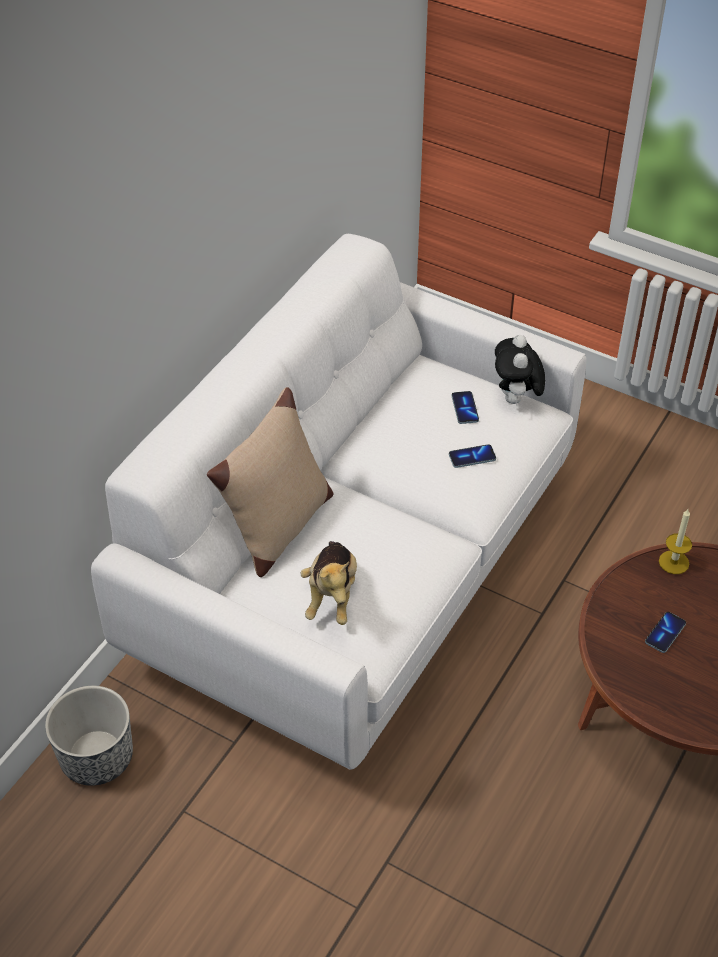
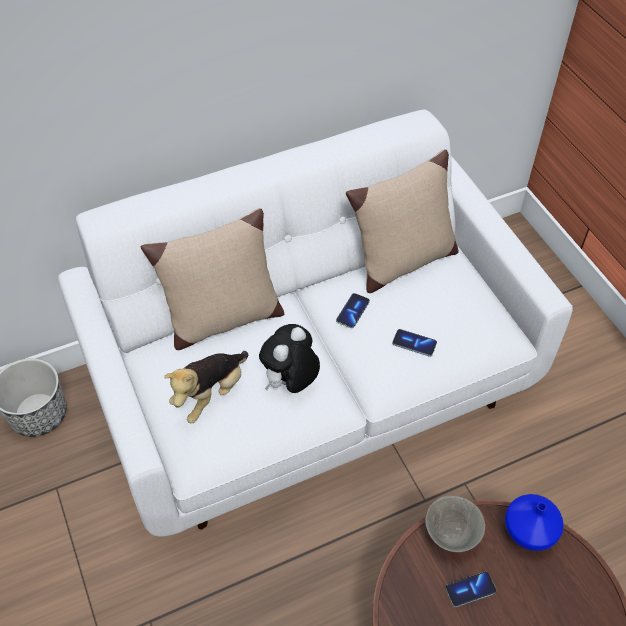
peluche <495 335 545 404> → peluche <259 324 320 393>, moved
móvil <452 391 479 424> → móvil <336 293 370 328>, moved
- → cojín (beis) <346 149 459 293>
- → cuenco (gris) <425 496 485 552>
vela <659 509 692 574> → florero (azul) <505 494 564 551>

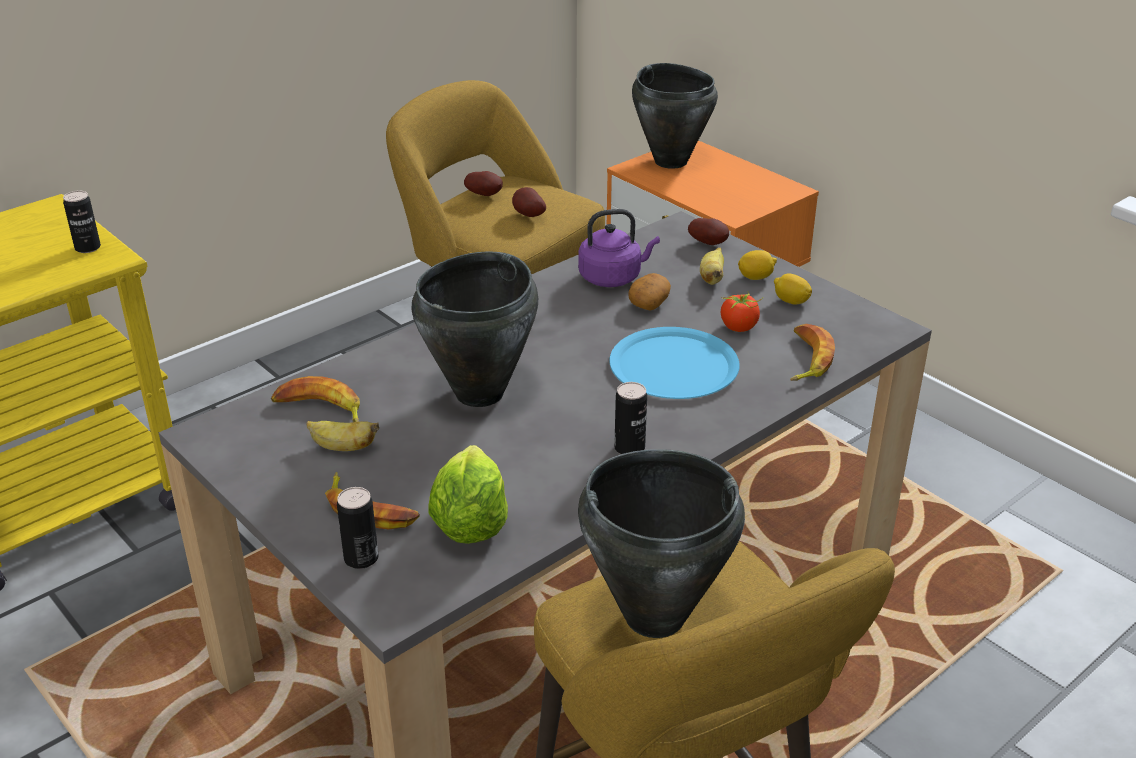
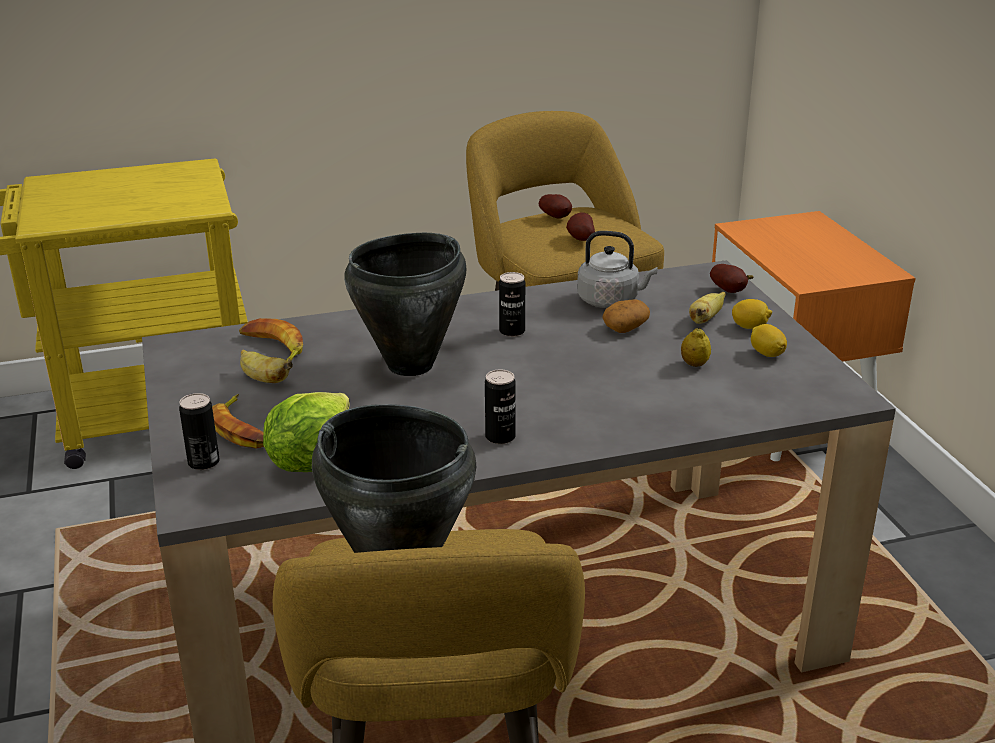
lata <63 191 101 253> → lata <499 272 525 337>, moved
hervidor (morado) <578 209 660 287> → hervidor (gris) <577 231 657 308>
tomate <721 291 763 332> → limón <681 328 711 367>
plato (azul) <609 327 740 399> → -
olla (negro) <632 63 718 169> → -
plátano <790 324 835 381> → -

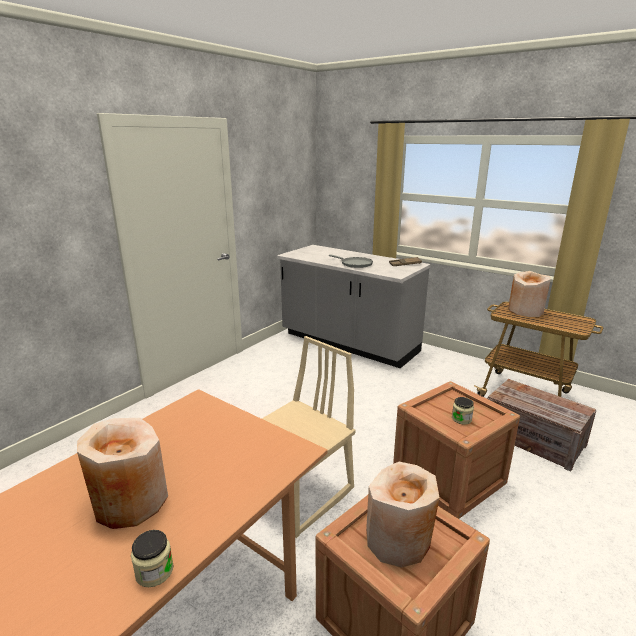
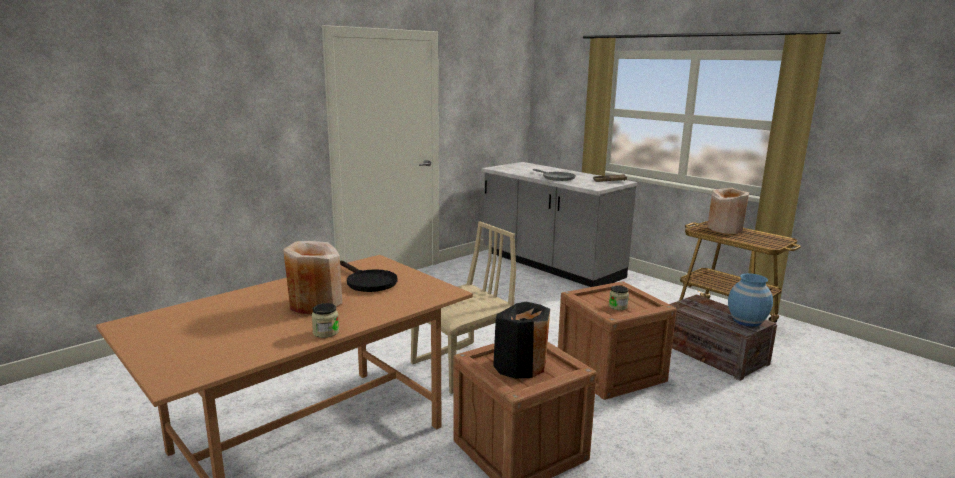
- → sartén (negro) <340 261 398 292>
florero (beis) <366 462 440 568> → florero (negro) <493 302 550 379>
- → florero (azul) <728 273 773 327>

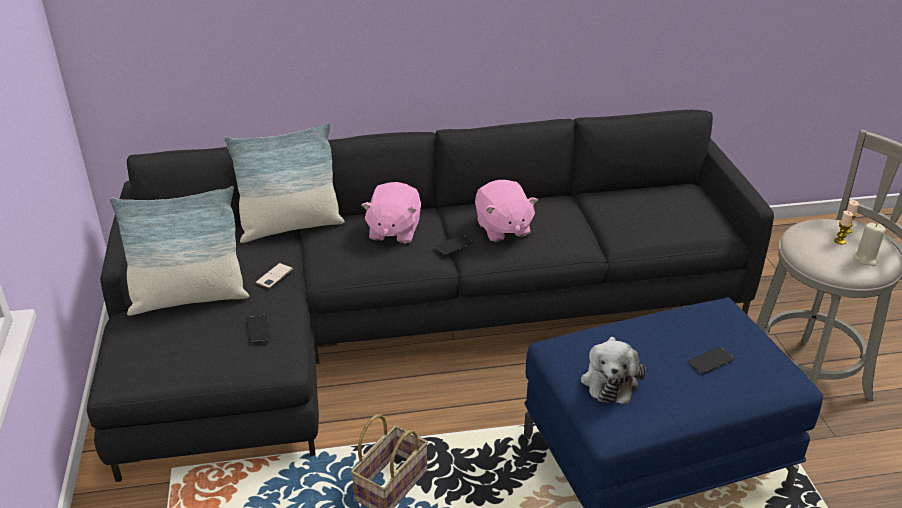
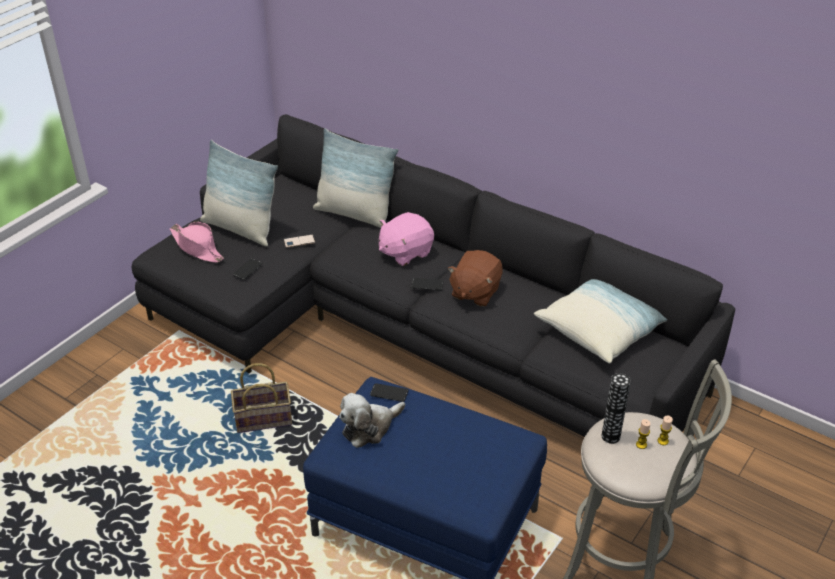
- → sombrero (rosa) <170 222 224 263>
móvil <688 347 735 374> → móvil <370 383 408 402>, moved
peluche (rosa) <475 180 538 242> → peluche (marrón) <448 250 503 307>
- → cojín <534 279 667 363>
- → florero <602 373 631 444>
vela (beis) <854 223 886 266> → -

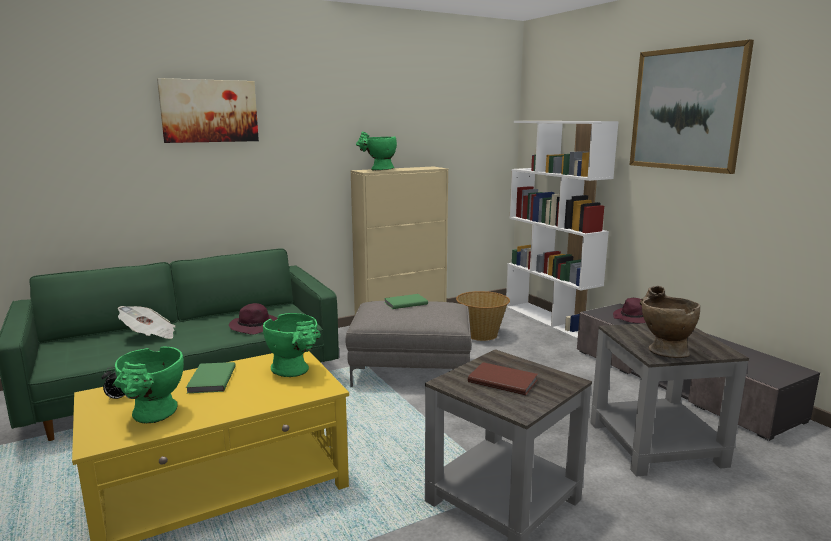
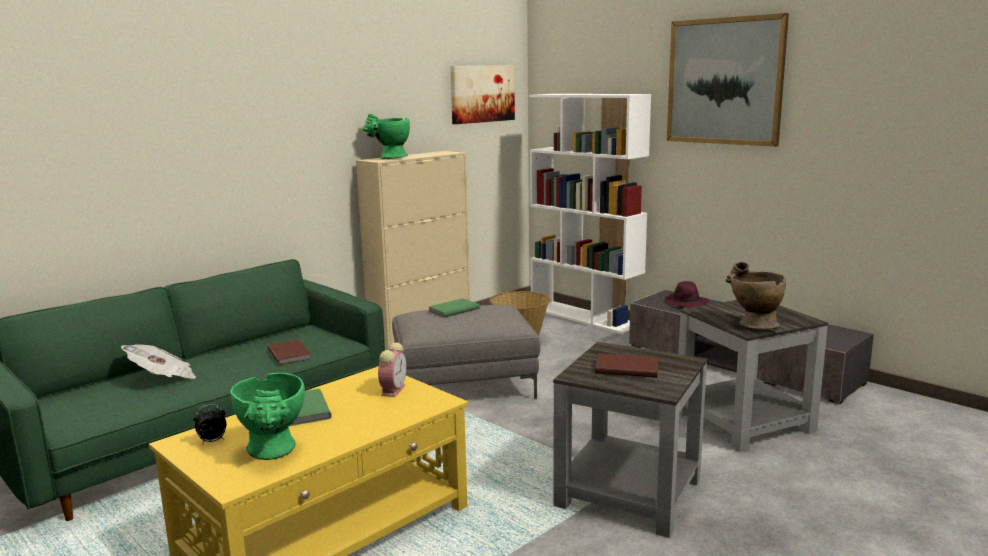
sombrero (morado) <229 303 278 335> → libro (marrón) <268 339 311 365>
florero (verde) <263 313 321 377> → despertador <378 343 406 397>
cuadro <157 78 259 143> → cuadro <450 66 515 124>, moved

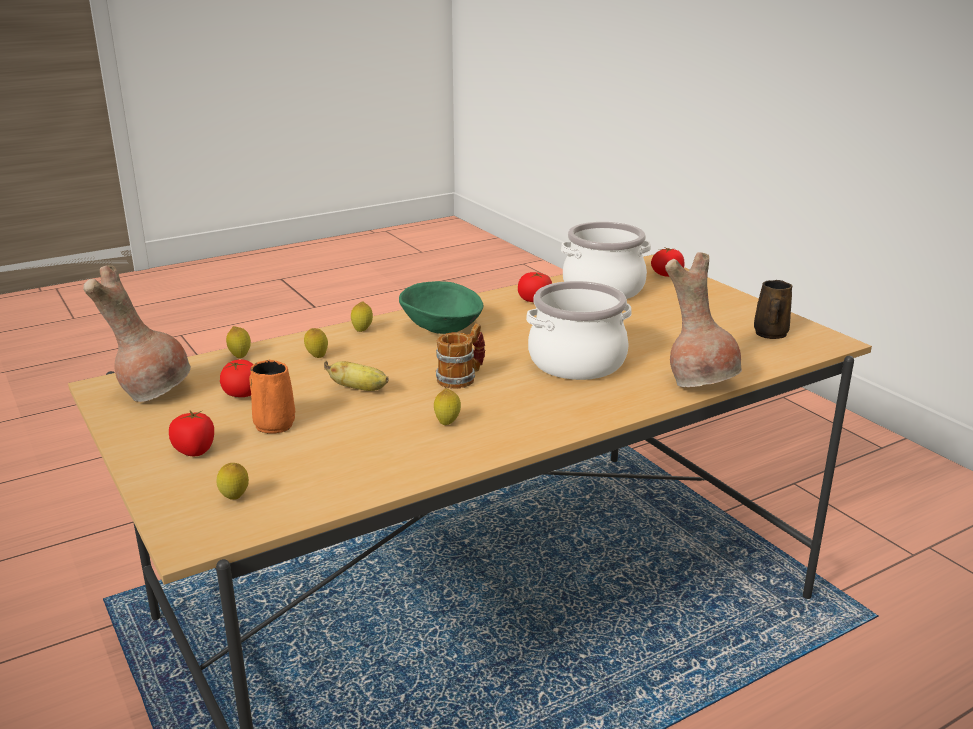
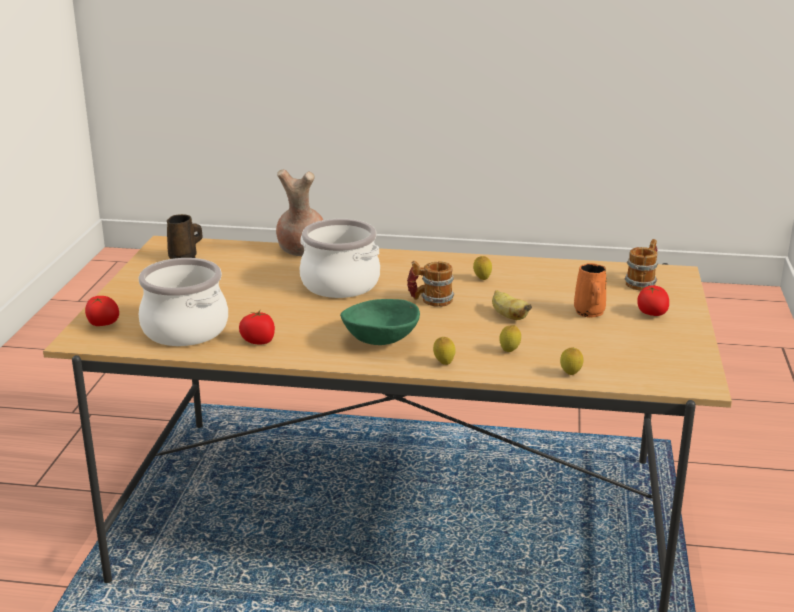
limón <217 463 249 500> → taza grande <625 239 658 291>
florero (marrón) <83 265 191 402> → -
tomate <220 359 254 397> → -

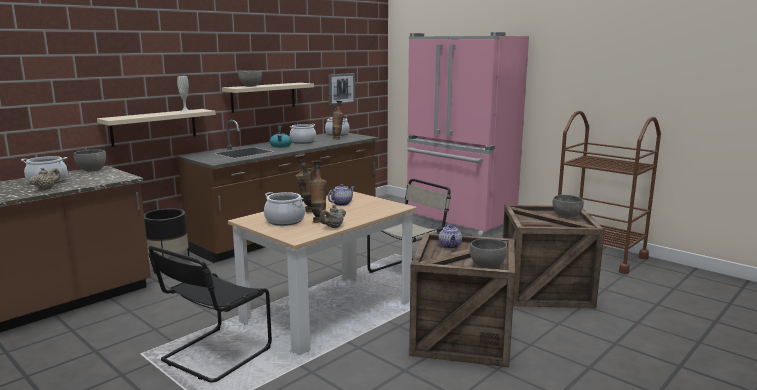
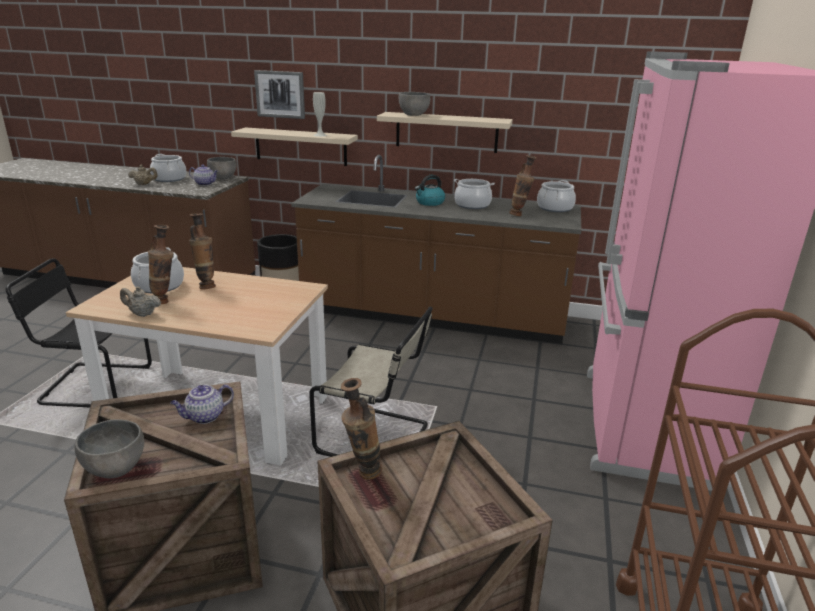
tetera <328 184 355 206> → tetera <189 164 218 186>, moved
cuadro <328 73 355 105> → cuadro <254 70 305 119>, moved
- → florero <341 378 382 479>
cuenco (gris) <552 194 584 218> → -

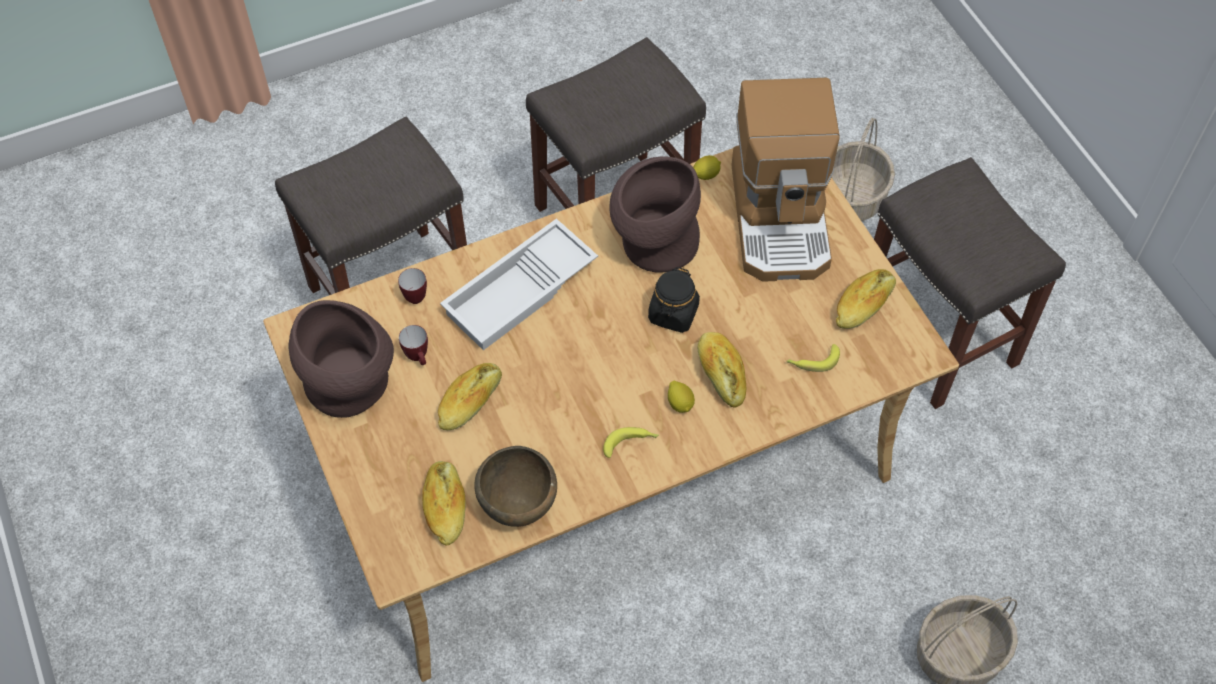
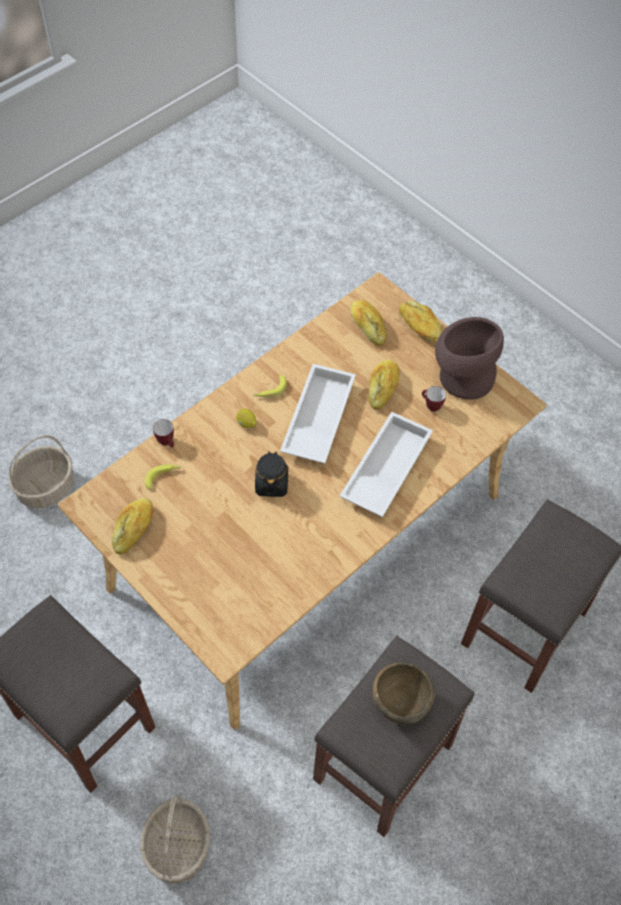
taza grande <398 268 427 304> → taza grande <153 419 174 447>, moved
- → bandeja (blanco) <280 364 356 464>
cuenco (marrón) <474 446 557 527> → cuenco (marrón) <372 662 435 724>, moved
pan <698 332 746 408> → pan <399 301 442 343>, moved
florero (marrón) <609 157 701 273> → -
limón <693 155 721 180> → -
cafetera <731 78 840 282> → -

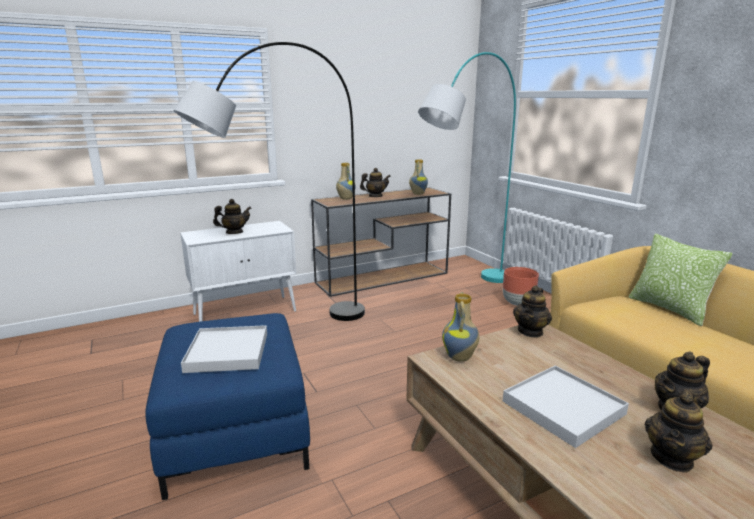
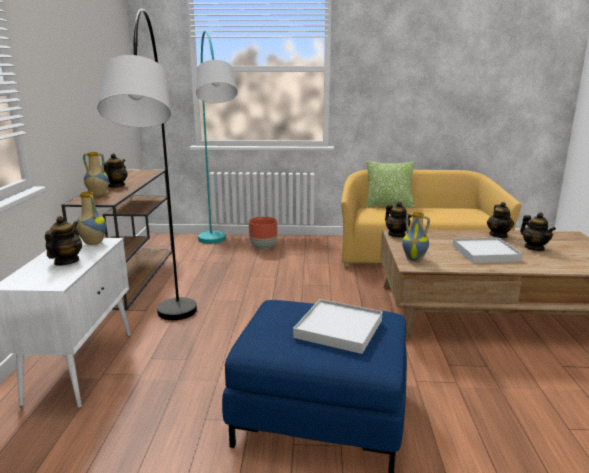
florero <409 160 428 195> → florero <76 192 106 245>, moved

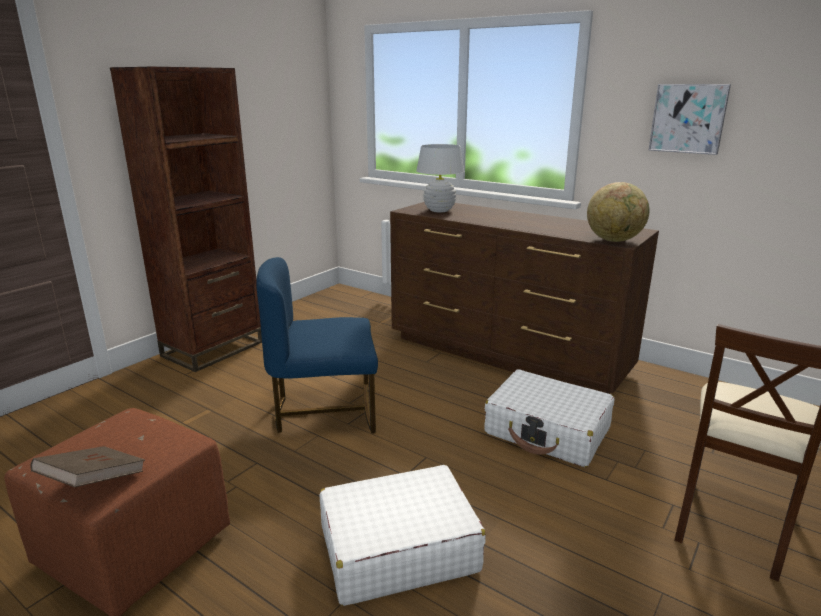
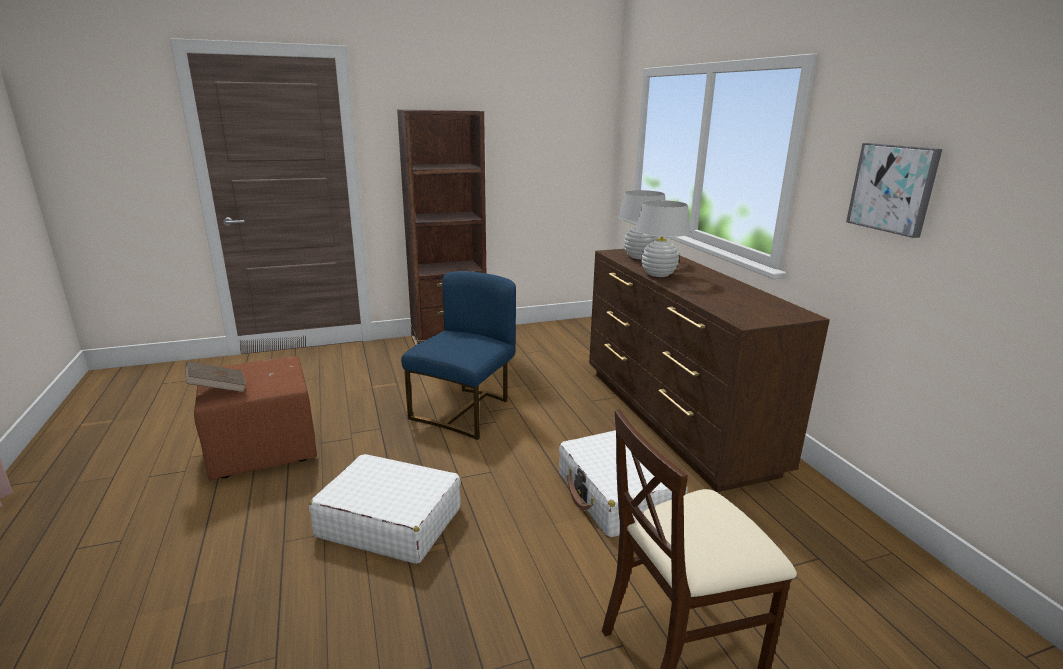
silla (azul) <256 257 378 434> → silla (azul) <401 271 516 440>, 90 degrees clockwise
- → lámpara de mesa (blanco) <635 200 691 277>
globo terráqueo <587 182 649 242> → -

